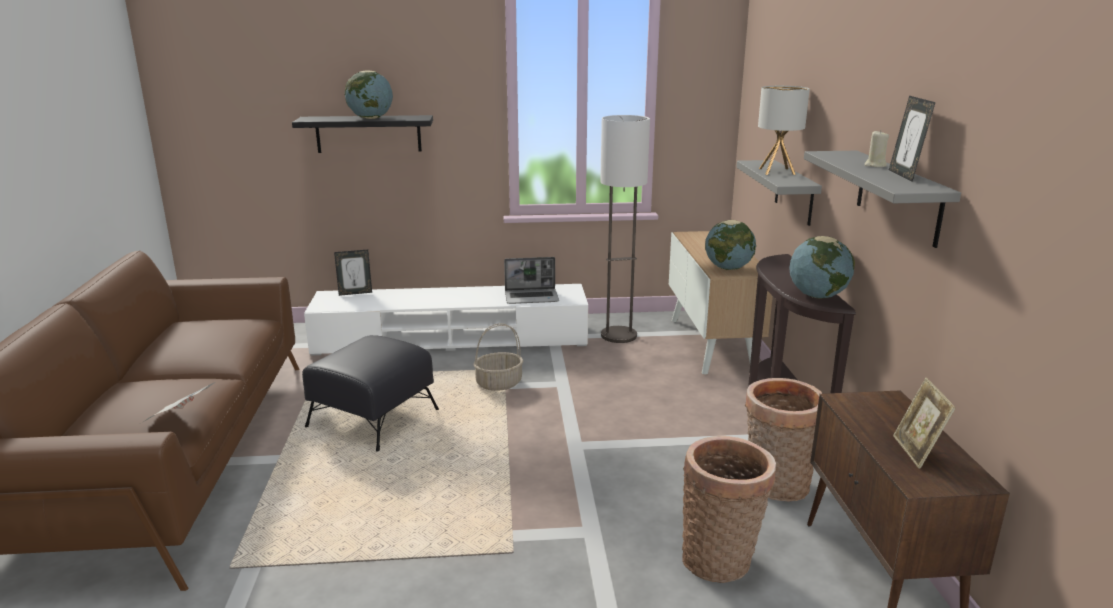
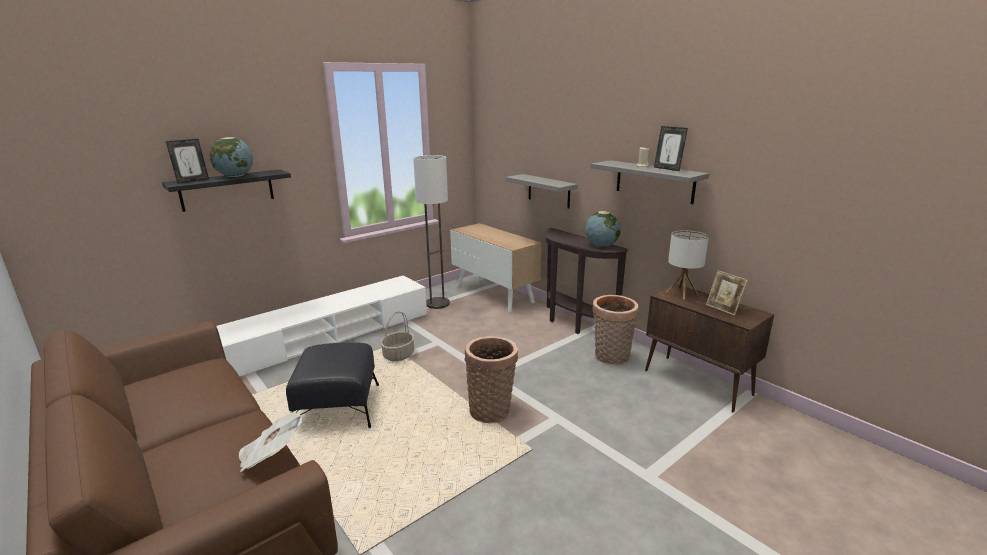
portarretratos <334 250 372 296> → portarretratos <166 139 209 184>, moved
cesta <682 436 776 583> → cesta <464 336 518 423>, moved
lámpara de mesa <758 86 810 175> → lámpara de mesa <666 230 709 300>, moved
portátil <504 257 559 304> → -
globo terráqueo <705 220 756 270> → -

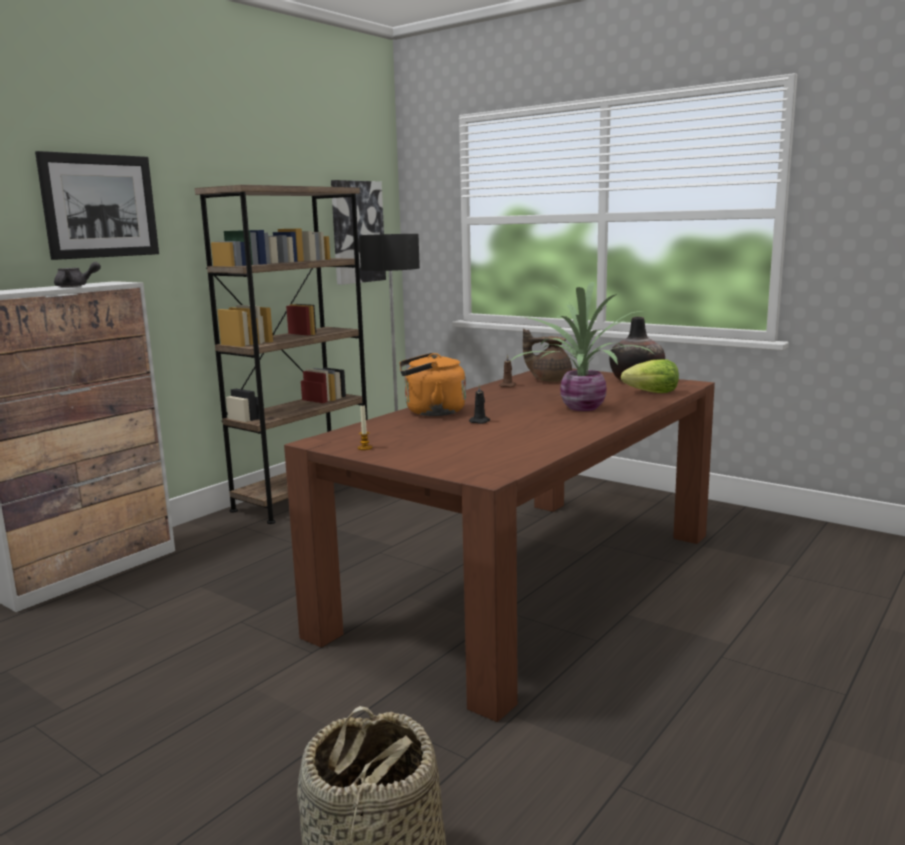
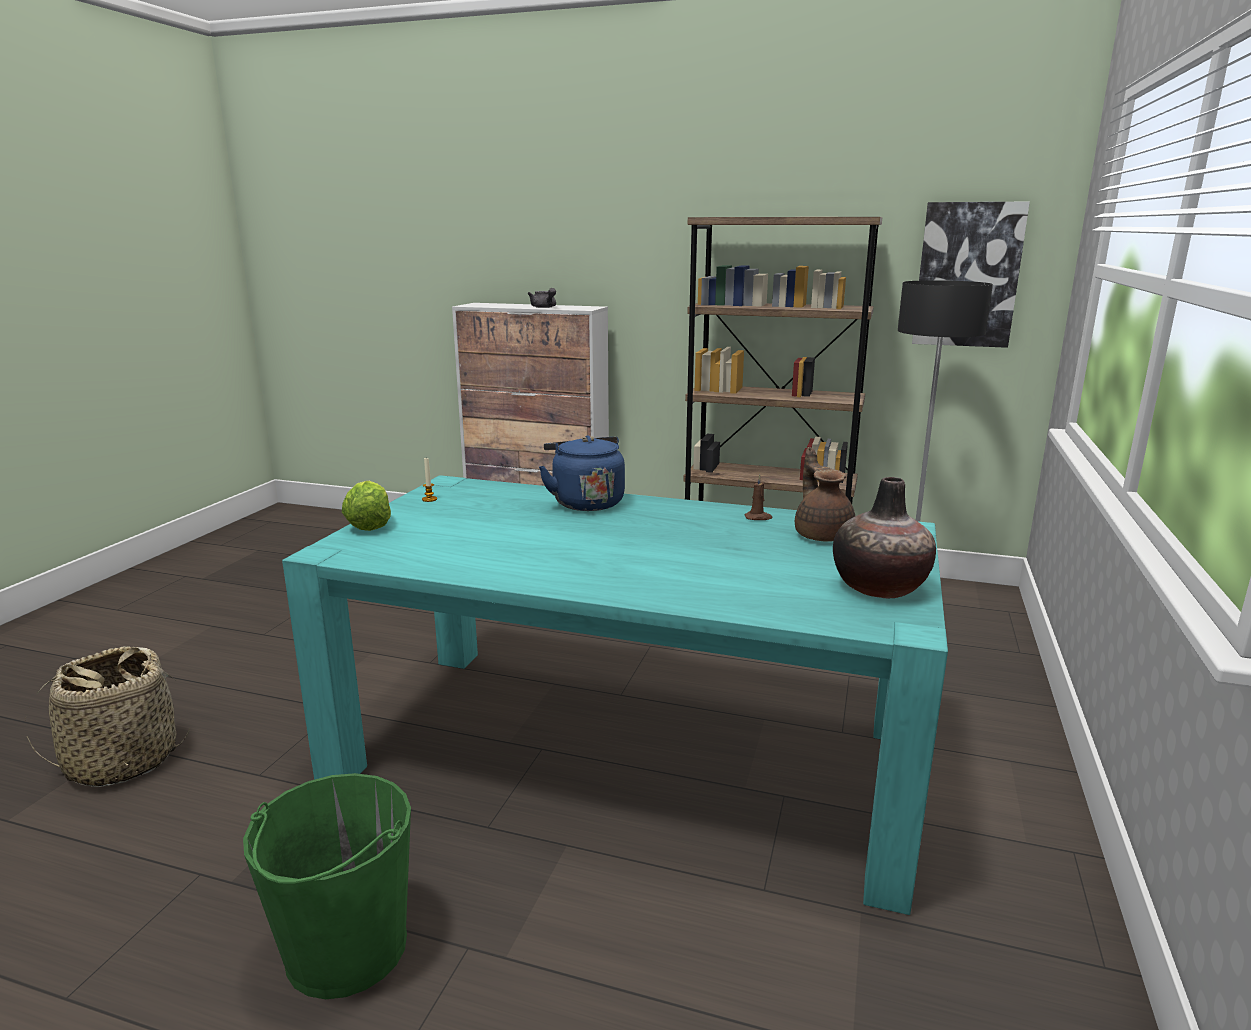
- → cubo (verde) <243 773 411 999>
mesa de comedor (marrón) <284 369 715 722> → mesa de comedor (turquesa) <282 475 948 915>
lechuga <621 359 679 393> → lechuga <342 481 391 531>, moved
hervidor (naranja) <400 353 466 416> → hervidor (azul) <539 436 625 511>
cuadro <35 151 159 260> → -
vela (negro) <469 384 490 424> → -
planta en maceta <511 282 655 411> → -

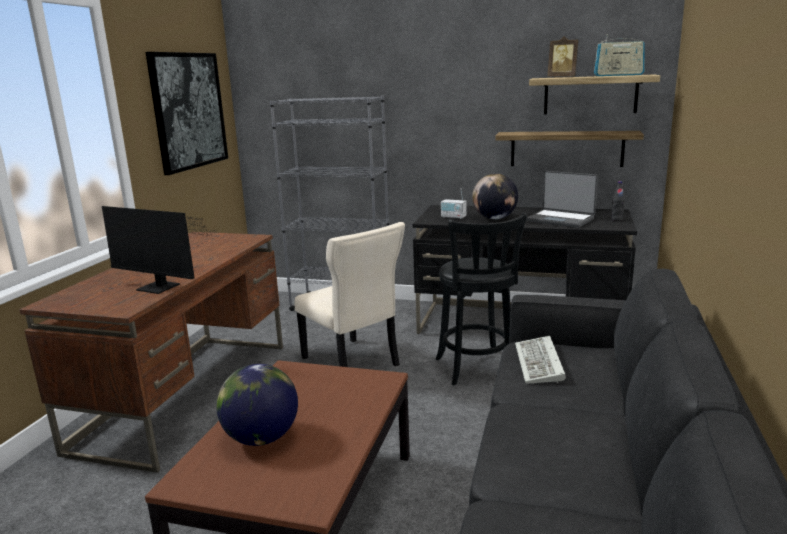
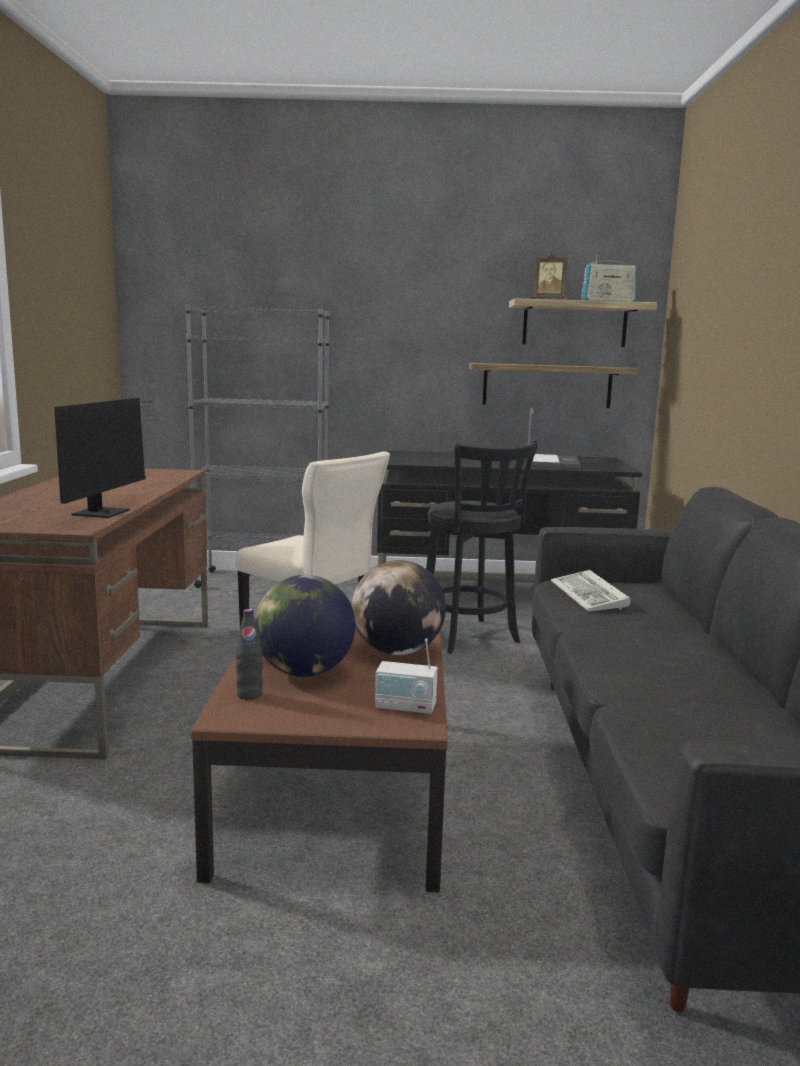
monitor <102 206 214 294> → monitor <54 398 163 518>, 90 degrees counterclockwise
botella (negro) <611 181 625 221> → botella (negro) <236 609 263 700>, moved
globo terráqueo <472 174 518 219> → globo terráqueo <352 560 446 655>, moved
radio <441 188 466 219> → radio <375 639 437 715>, moved
portátil <526 171 598 228> → portátil <528 408 581 469>, 105 degrees counterclockwise
cuadro <146 52 228 175> → -

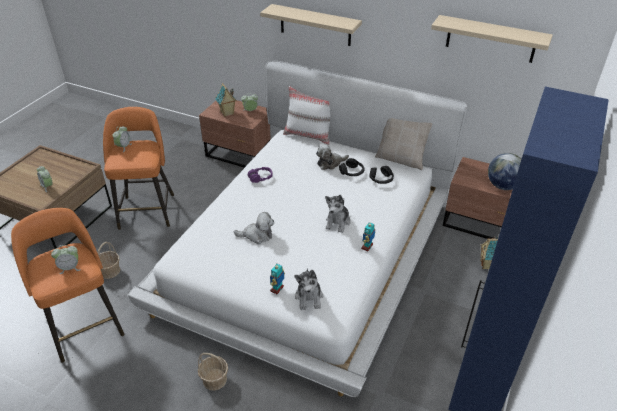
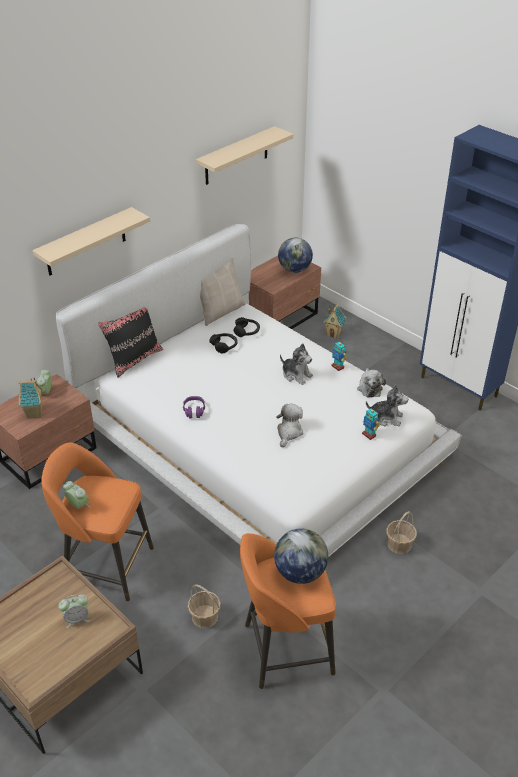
cojín (blanco) <283 86 330 145> → cojín (negro) <98 307 163 378>
despertador <51 245 80 274> → globo terráqueo <274 528 328 584>
peluche <316 144 349 170> → peluche <357 368 386 397>, moved

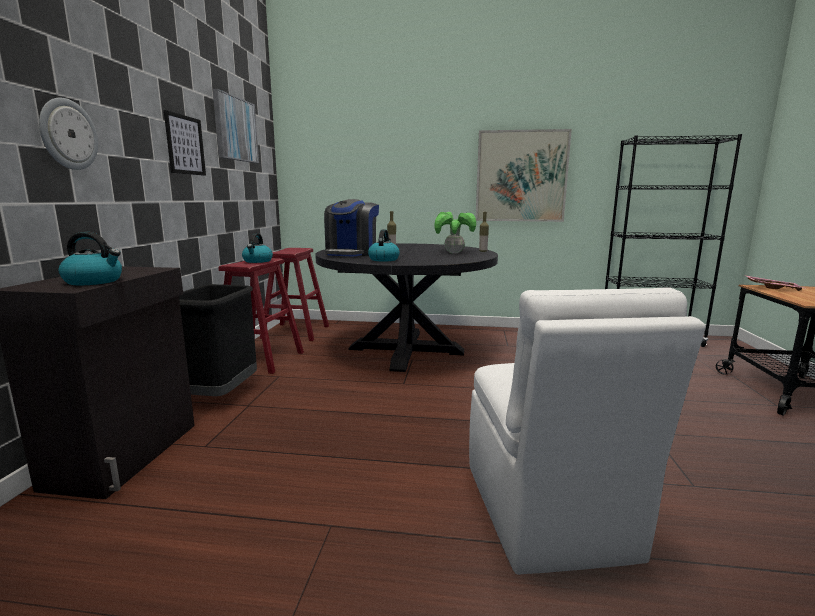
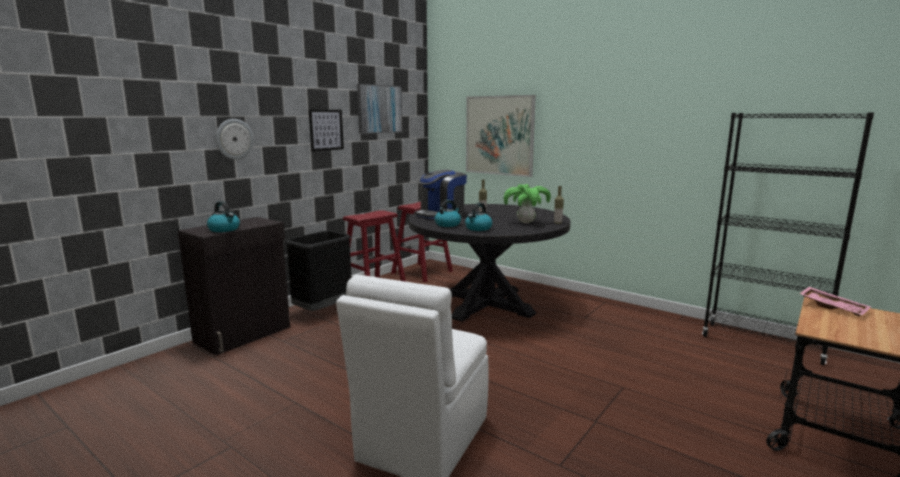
hervidor <242 233 273 263> → hervidor <465 203 493 231>, moved
cuadro <476 129 572 222> → cuadro <466 95 536 177>, moved

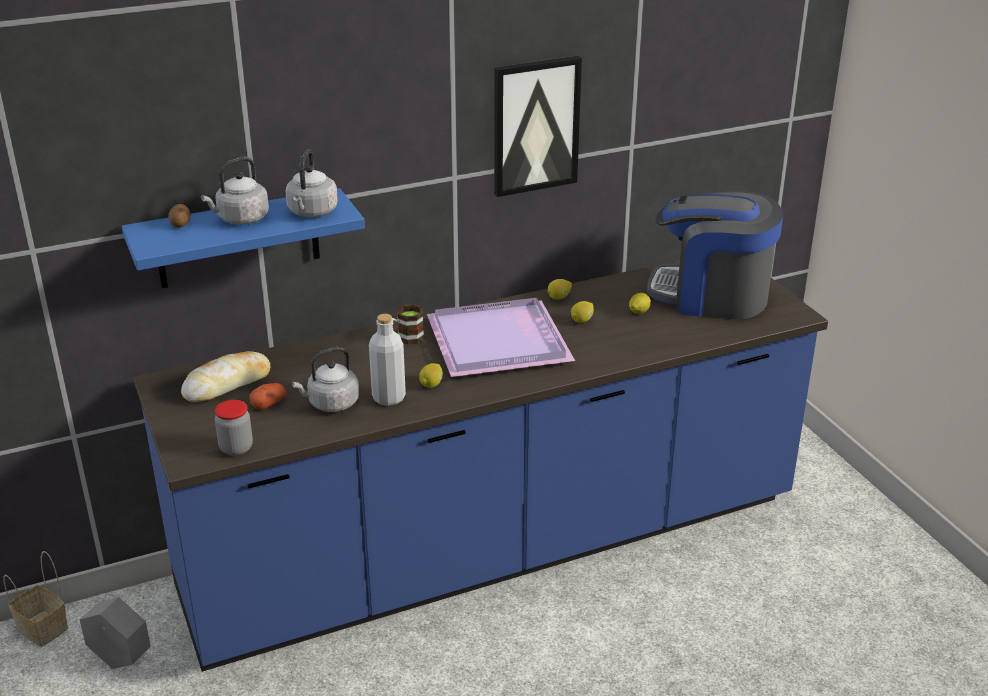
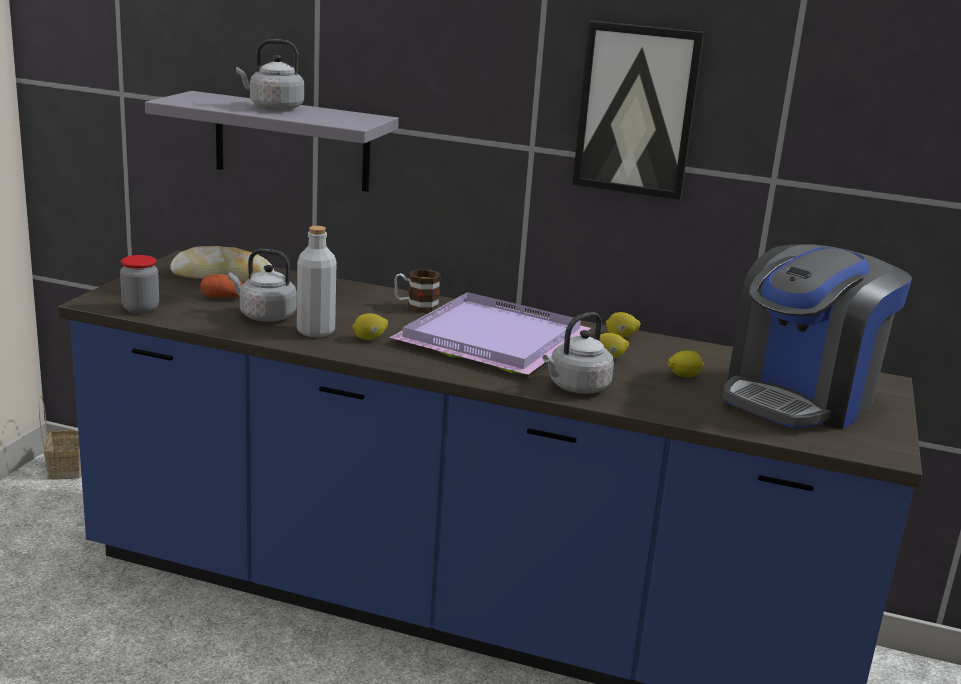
estante (azul) <122 188 365 288> → estante (gris) <145 91 399 192>
hervidor (gris) <285 149 338 217> → hervidor (gris) <543 312 614 394>, moved
cafetera <647 191 783 319> → cafetera <723 244 912 429>, 105 degrees counterclockwise
maceta (gris) <80 597 151 669> → -
patata <168 204 191 228> → -

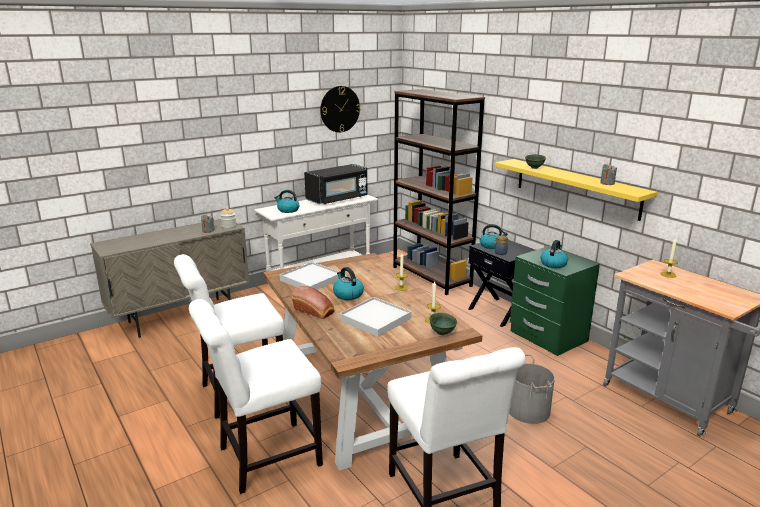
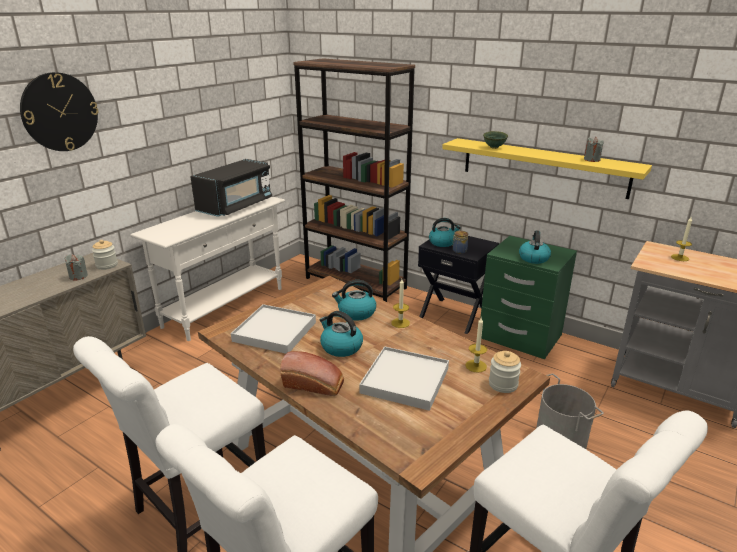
reloj de pared <320 86 361 133> → reloj de pared <20 72 98 151>, moved
hervidor <274 190 299 213> → hervidor <332 280 376 321>, moved
cuenco (verde) <429 313 457 335> → tarro <489 351 521 393>

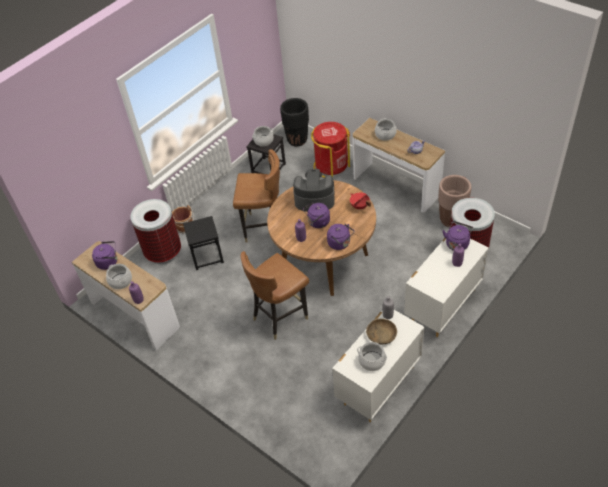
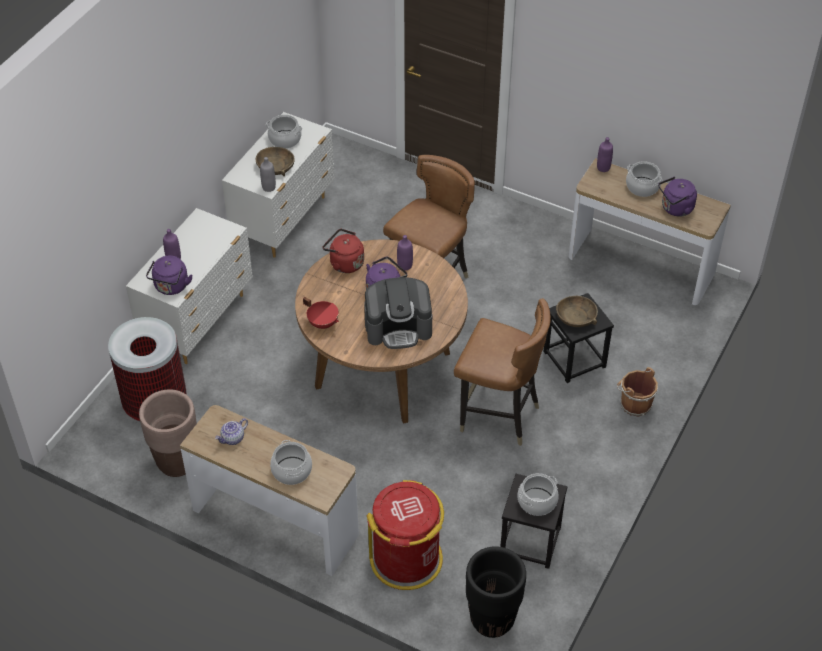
hervidor (morado) <327 224 354 250> → hervidor (rojo) <323 229 364 273>
silla (marrón) <233 149 280 243> → silla (marrón) <454 298 551 446>, 150 degrees counterclockwise
- → cuenco (marrón) <556 296 598 327>
papelera <130 199 181 264> → -

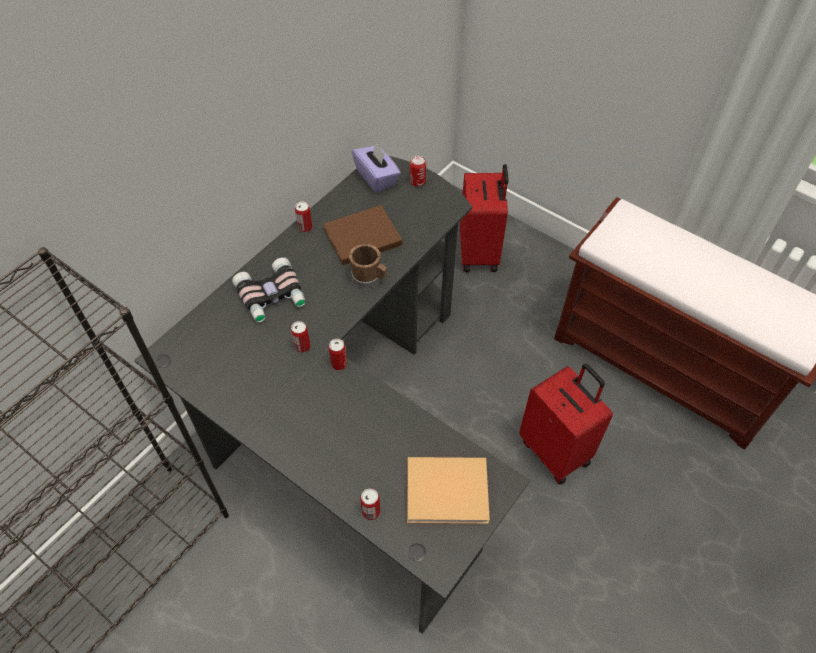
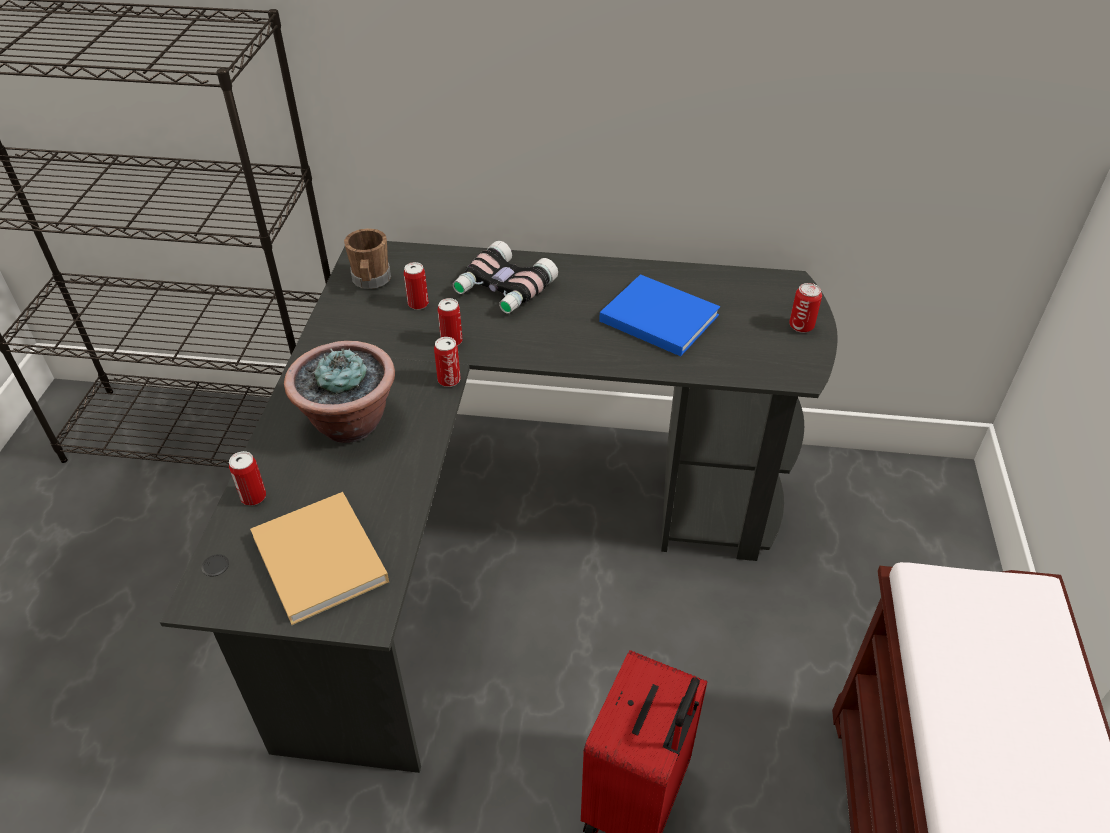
- → planta en maceta <284 341 395 443>
taza grande (marrón) <349 244 387 288> → taza grande (marrón) <344 228 391 289>, moved
lata <295 202 312 232> → lata <404 262 429 310>, moved
libro (marrón) <323 205 402 265> → libro (azul) <599 274 720 356>
caja de pañuelos (morado) <352 143 401 193> → -
maleta (rojo) <460 164 508 272> → -

